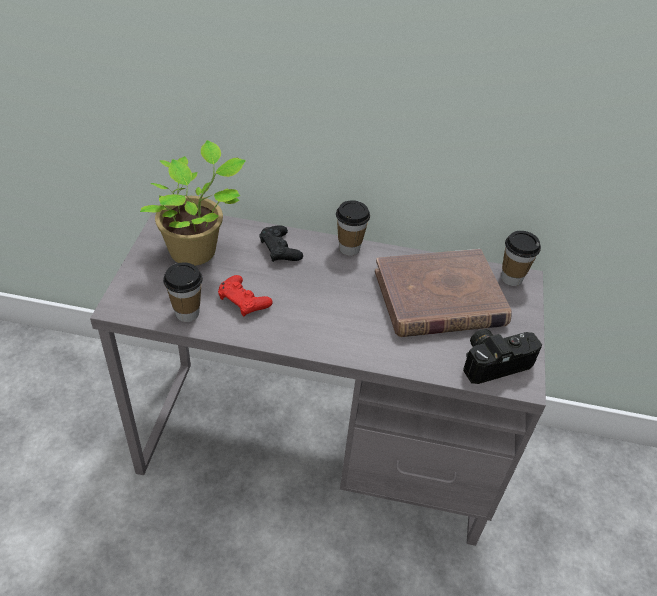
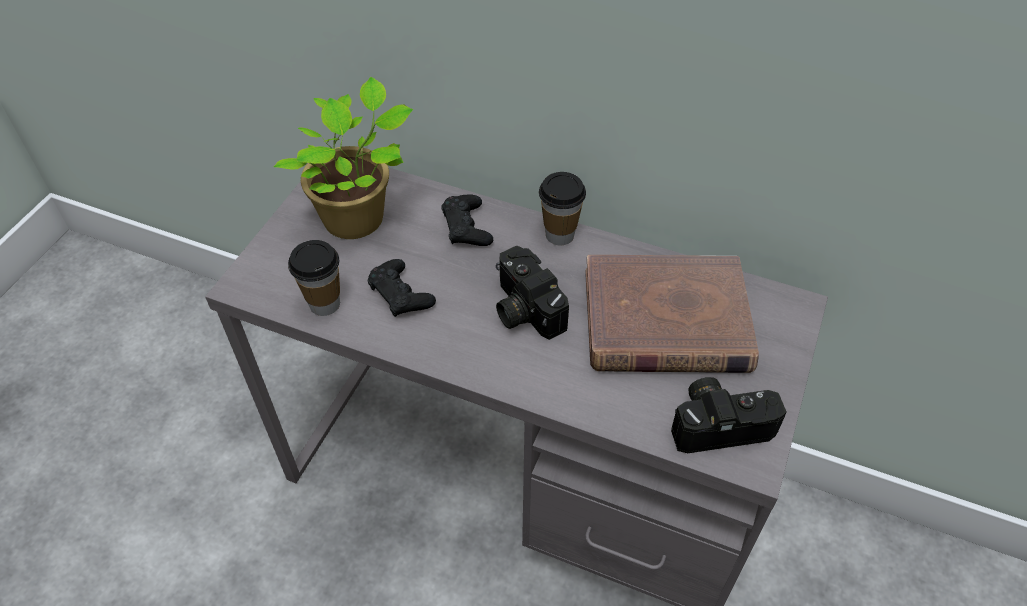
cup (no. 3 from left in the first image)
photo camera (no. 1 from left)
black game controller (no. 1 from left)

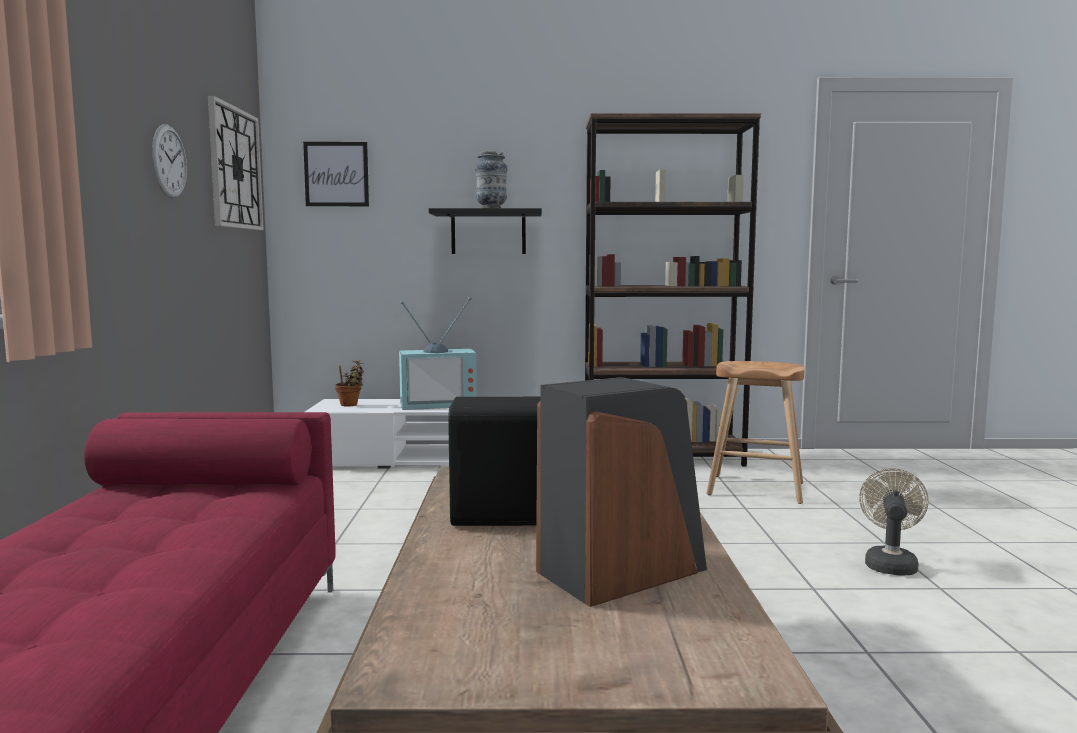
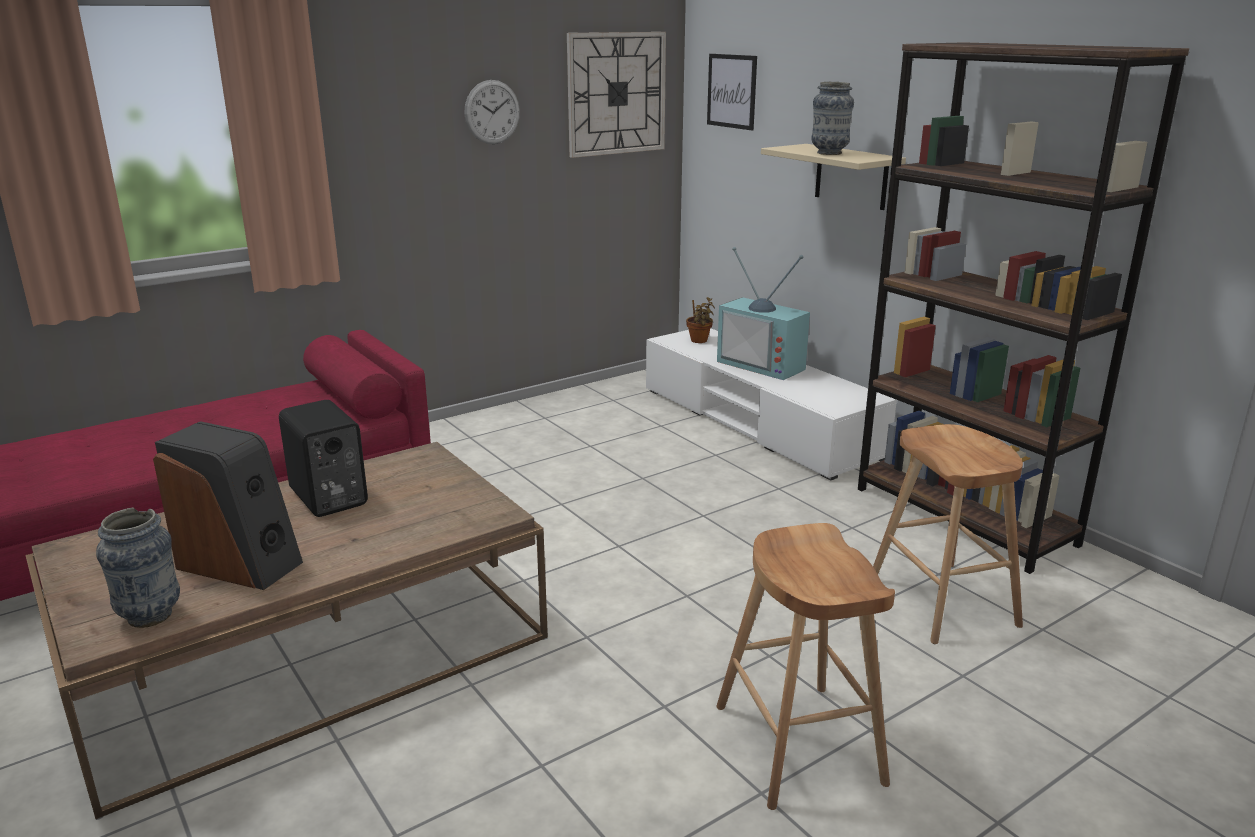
vase (no. 1 from left)
brown stool (no. 1 from left)
beige shelf

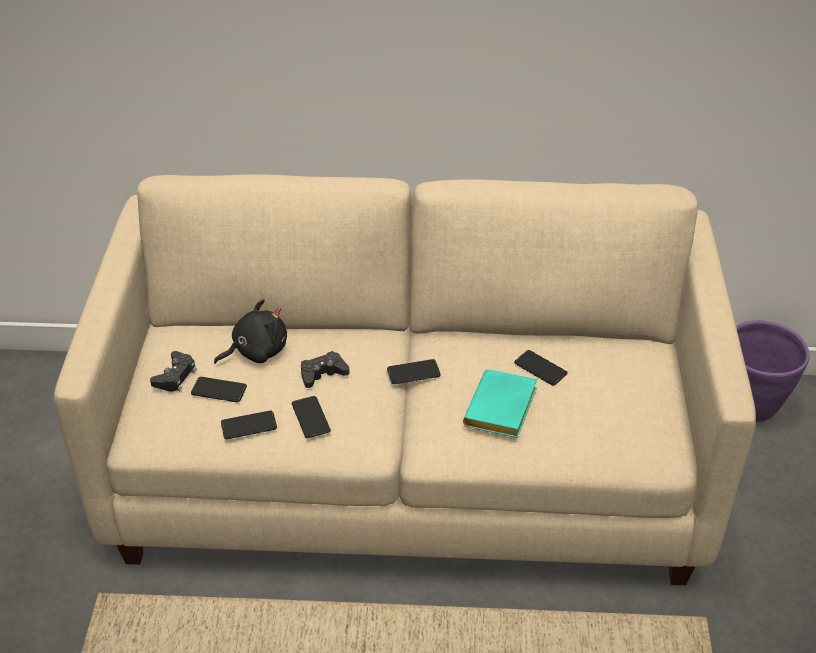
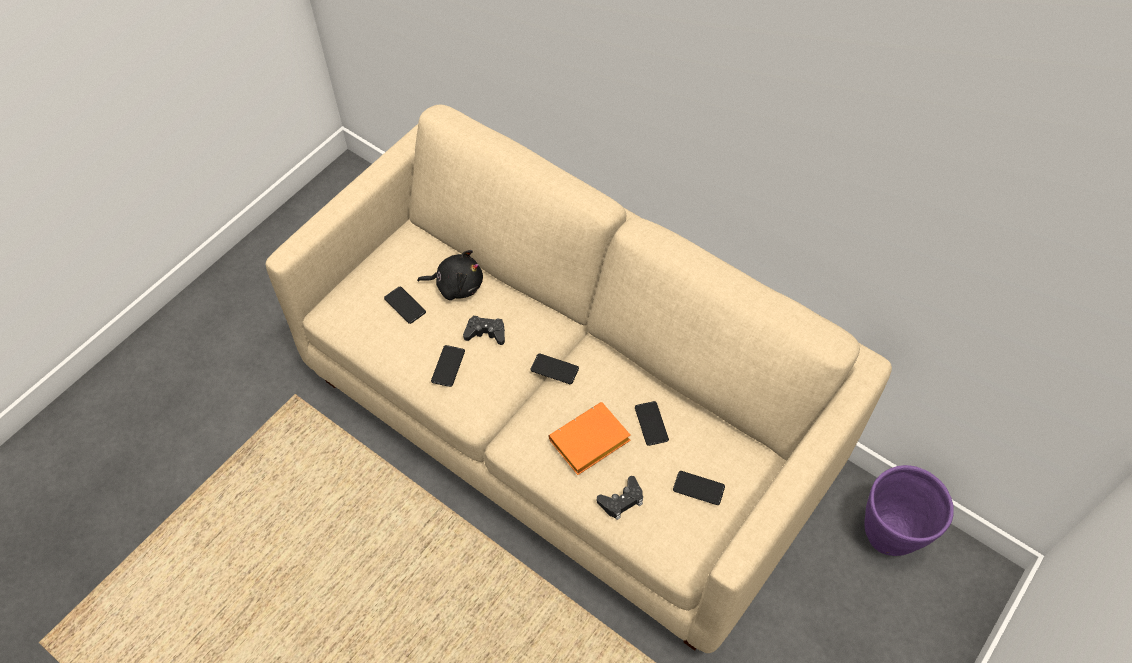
black game controller (no. 2 from left)
phone (no. 5 from left)
orange book

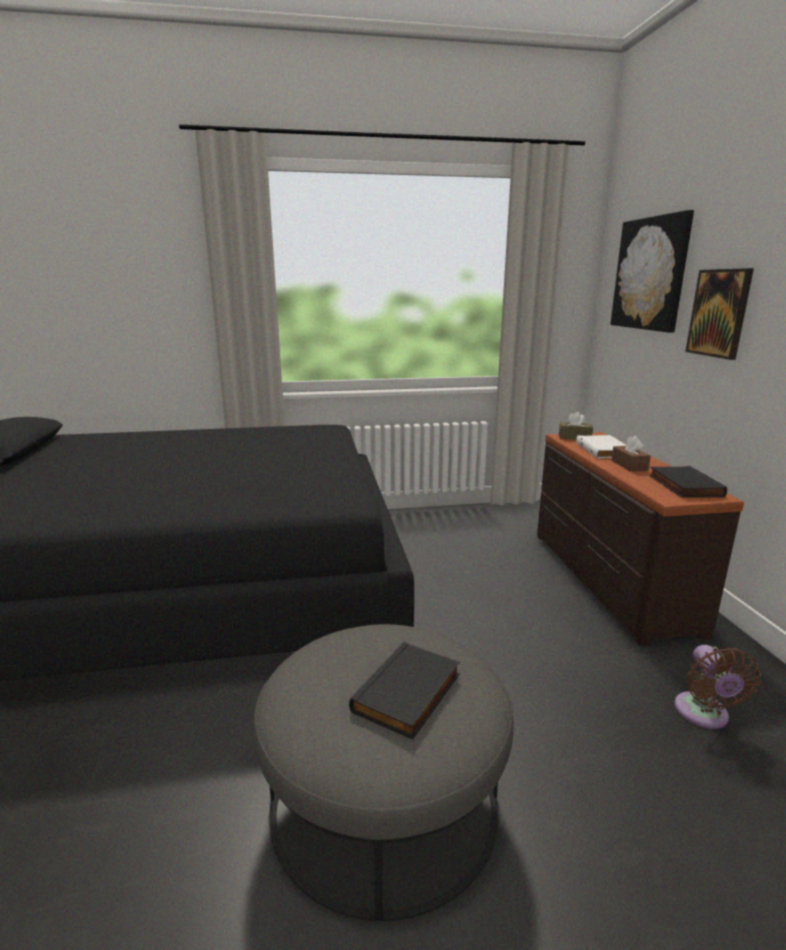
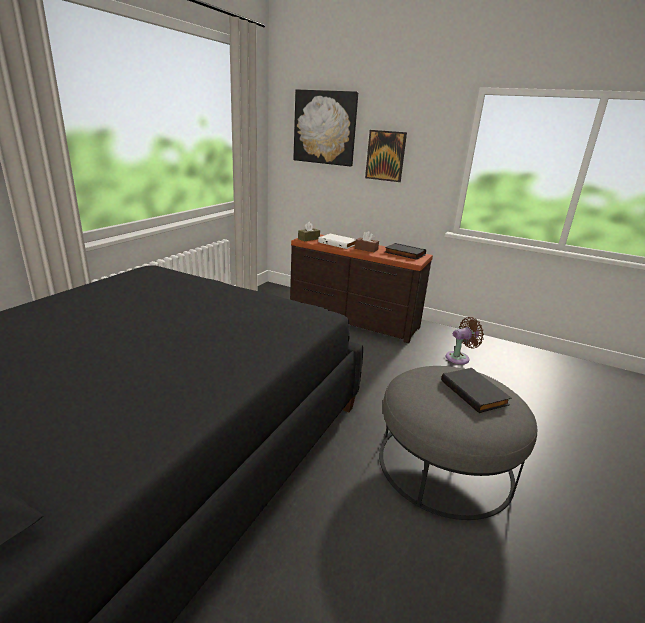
brown fan

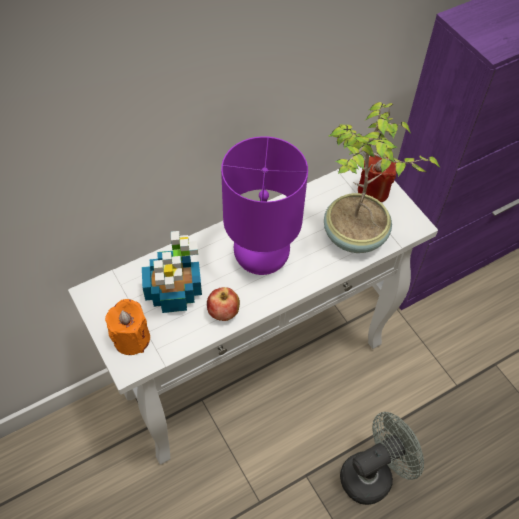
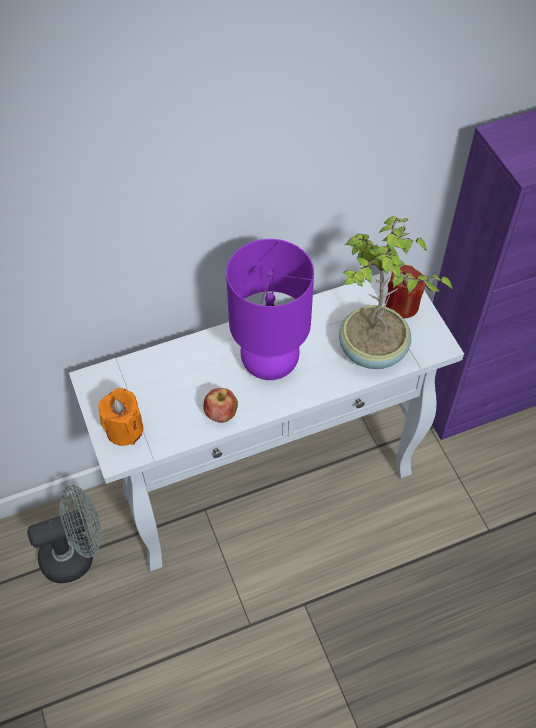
potted plant (no. 1 from left in the first image)
grey fan

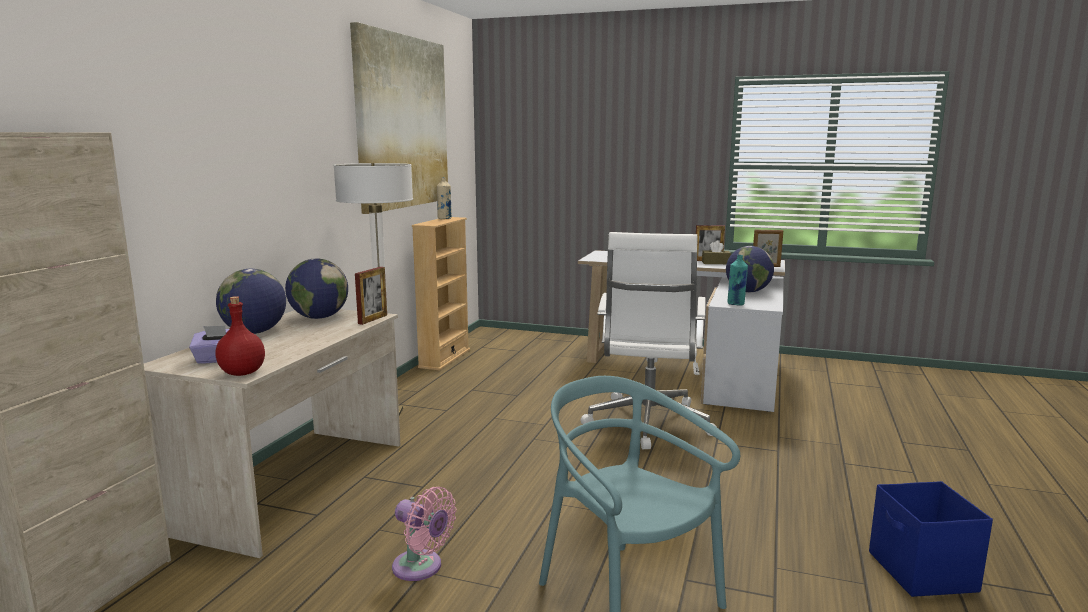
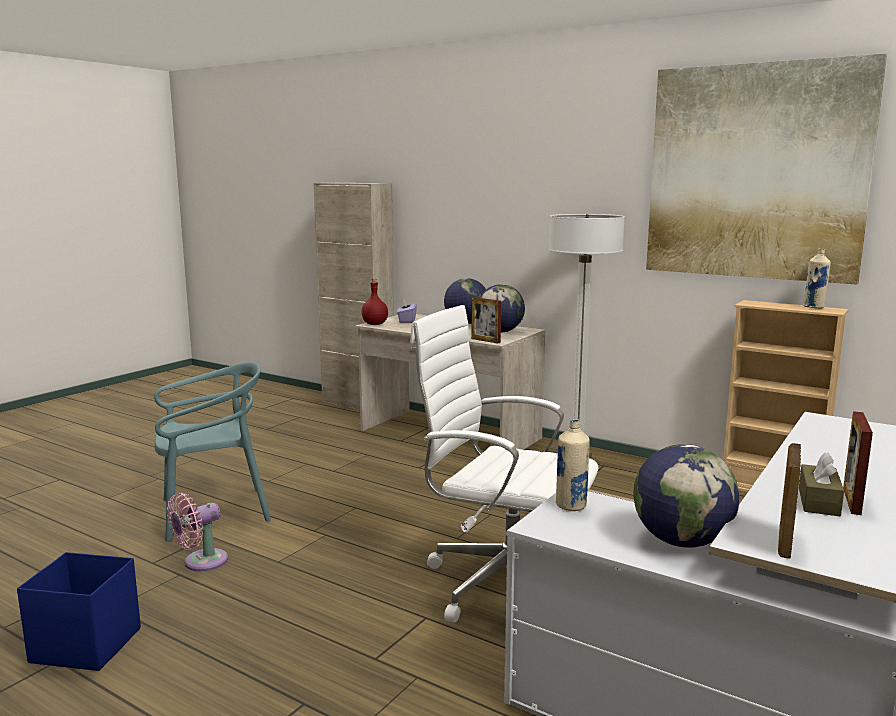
pink fan
beige bottle (no. 1 from left)

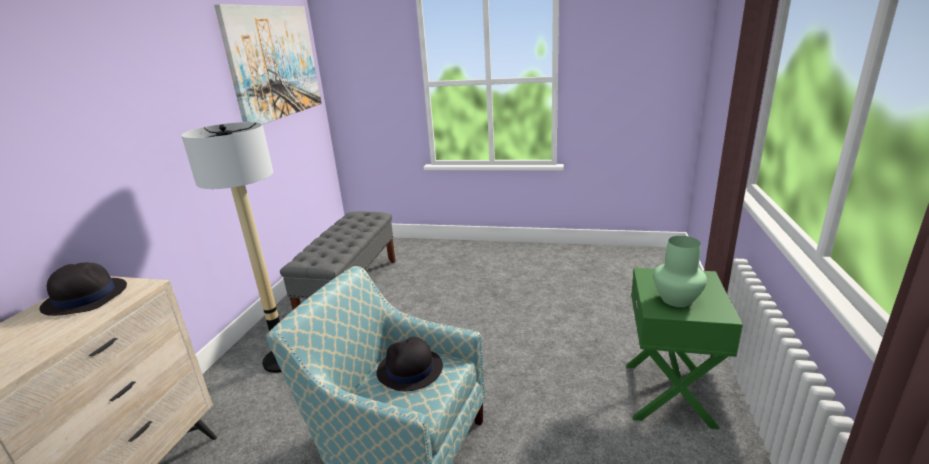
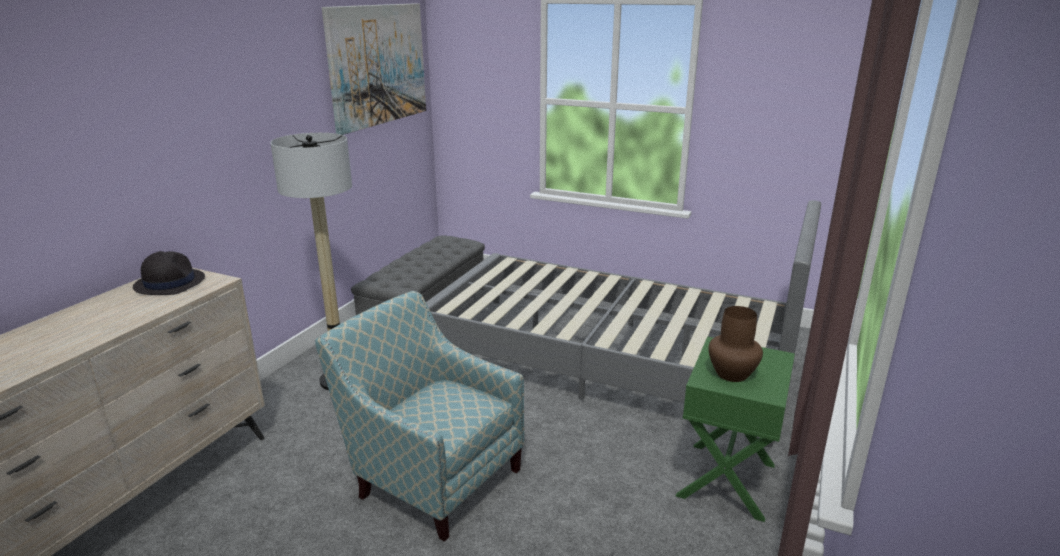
black hat (no. 2 from left in the first image)
grey bed
brown vase

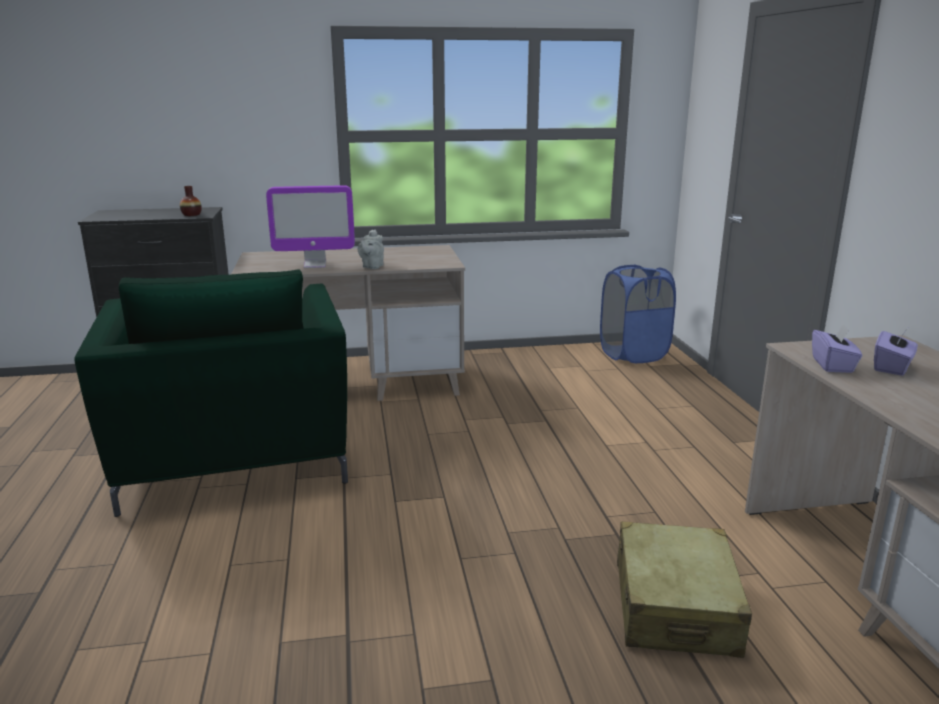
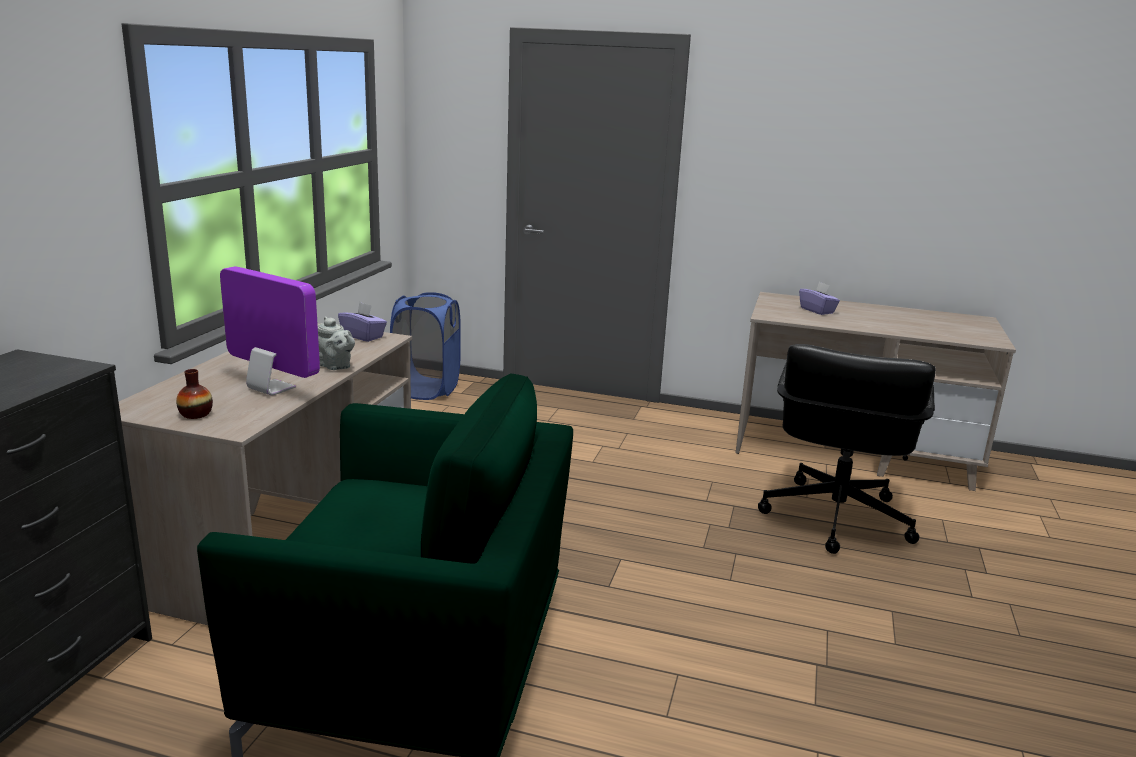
vase
purple tissue box (no. 1 from left)
black office chair
monitor

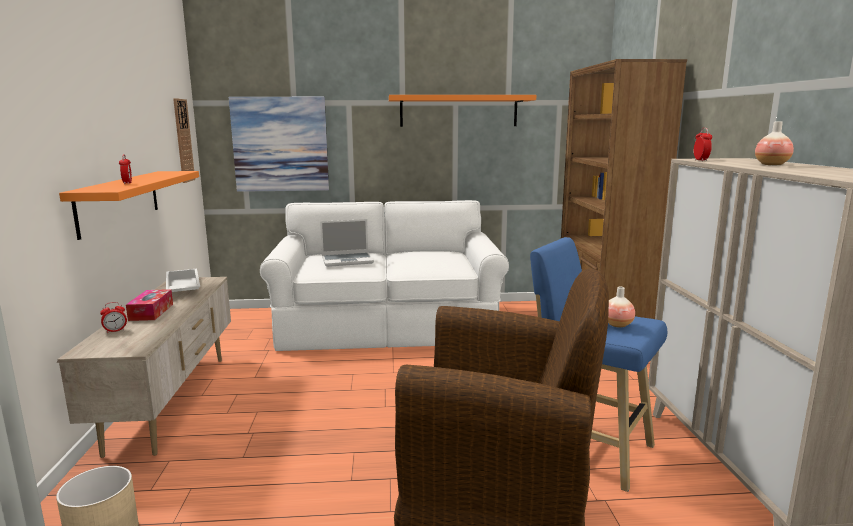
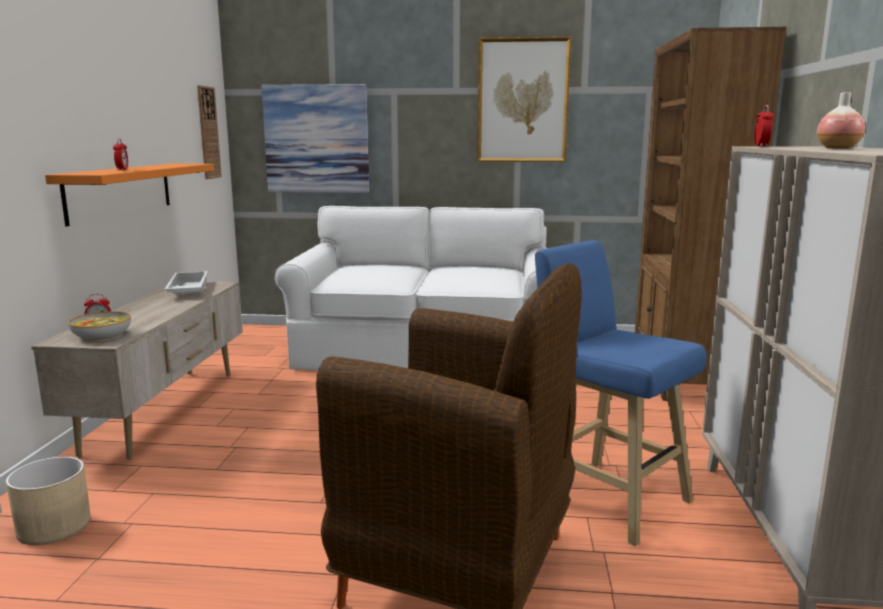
tissue box
laptop
vase (no. 1 from left in the first image)
bowl
picture (no. 2 from left)

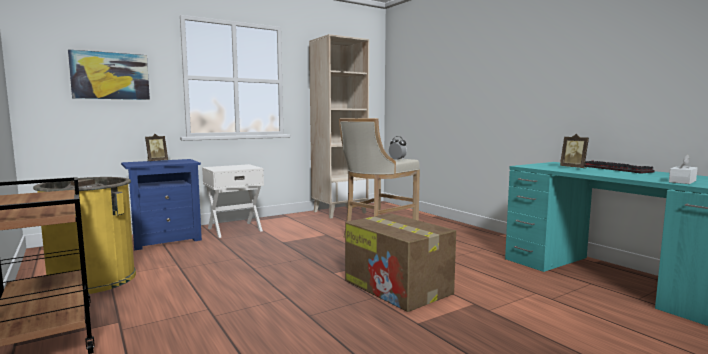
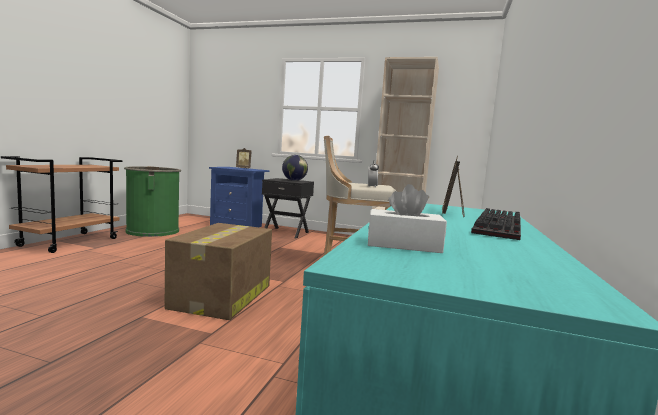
picture
globe
green trash can
black nightstand

